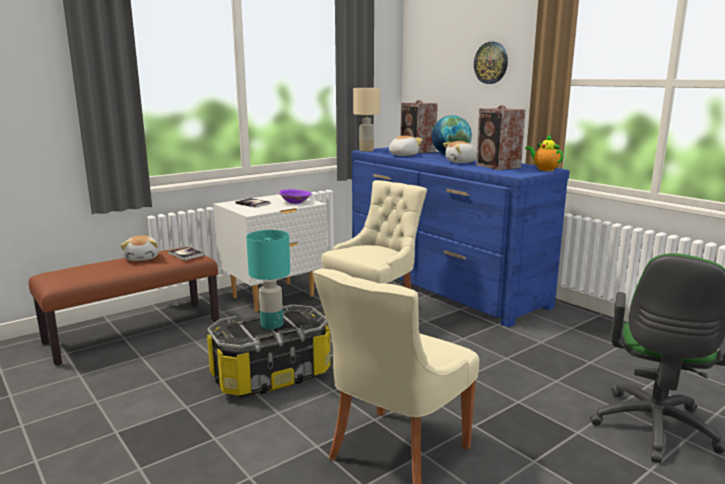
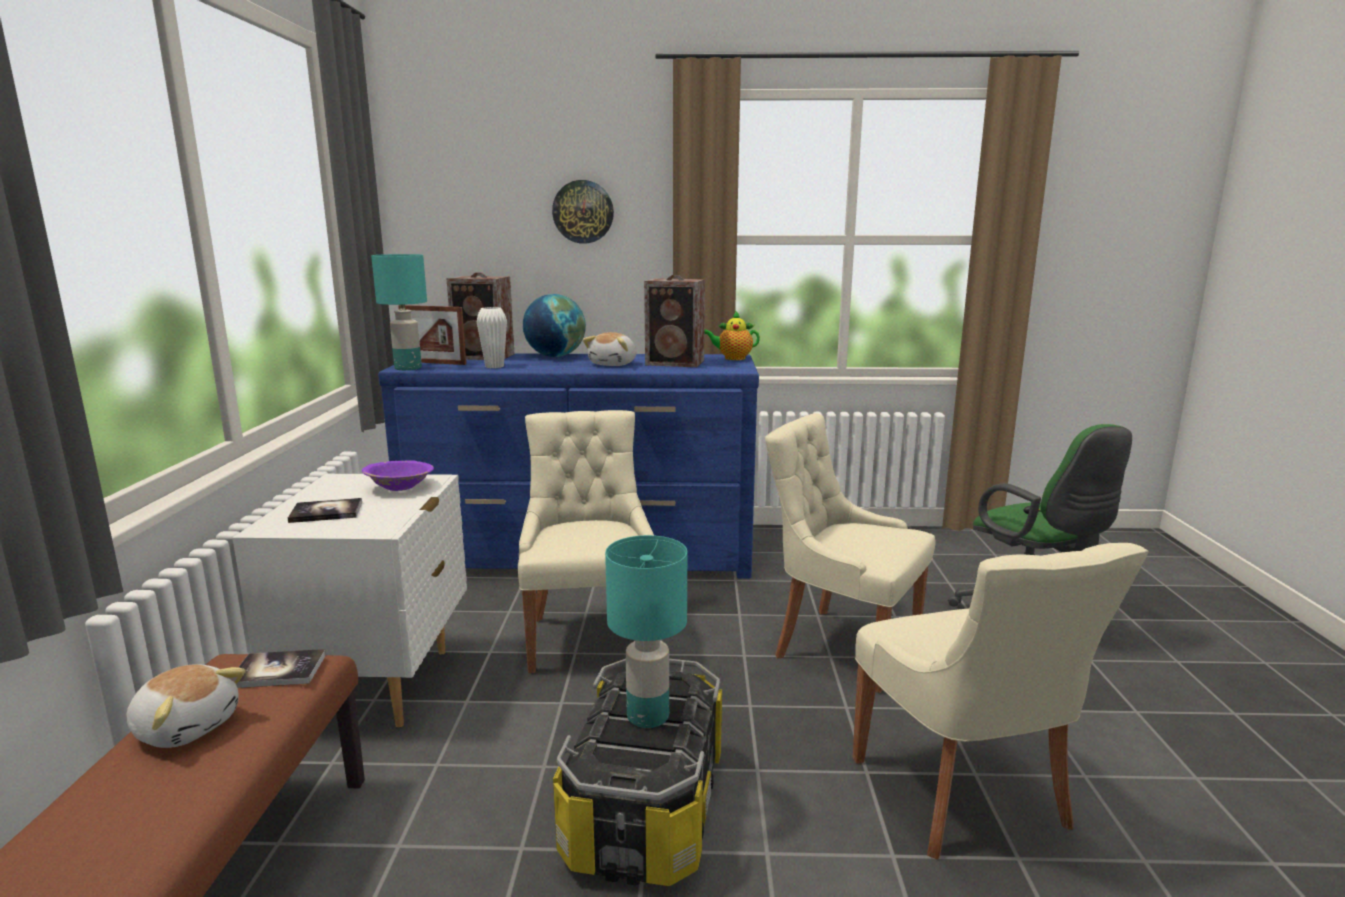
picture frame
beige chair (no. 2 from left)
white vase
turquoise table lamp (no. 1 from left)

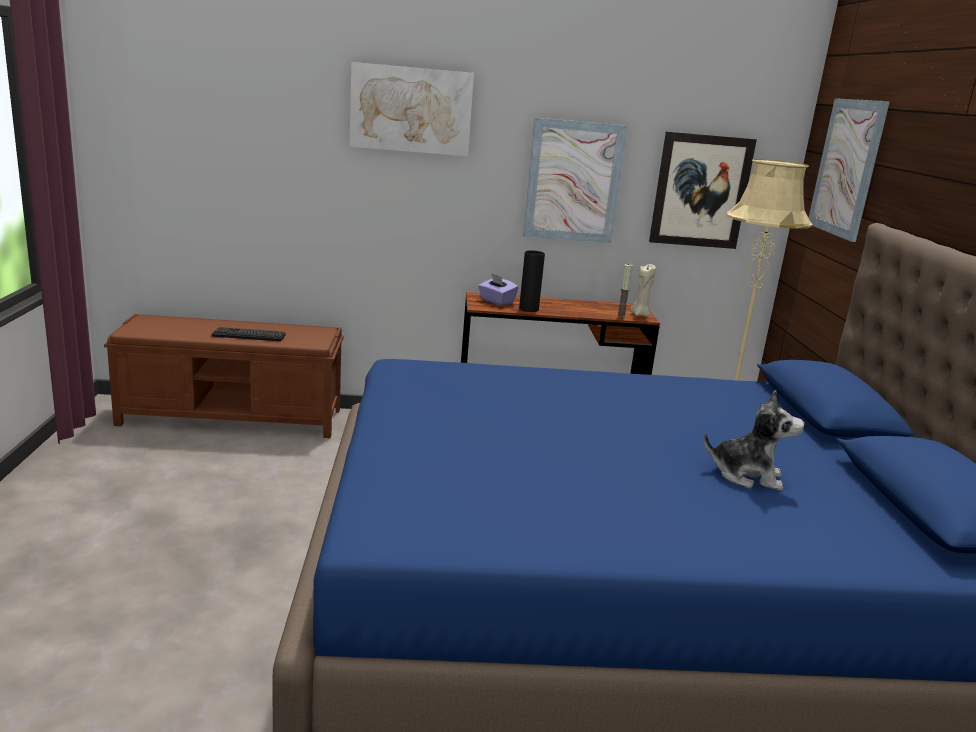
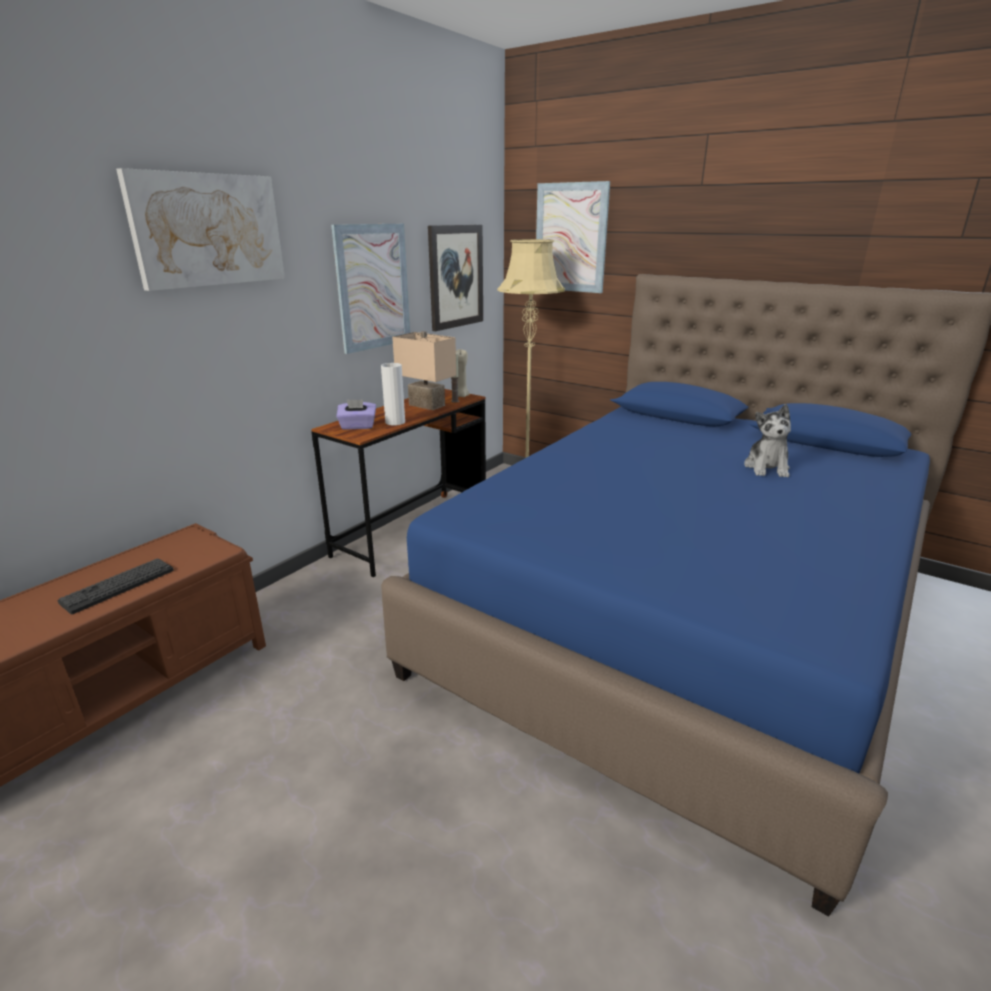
beige table lamp
white vase
plush toy

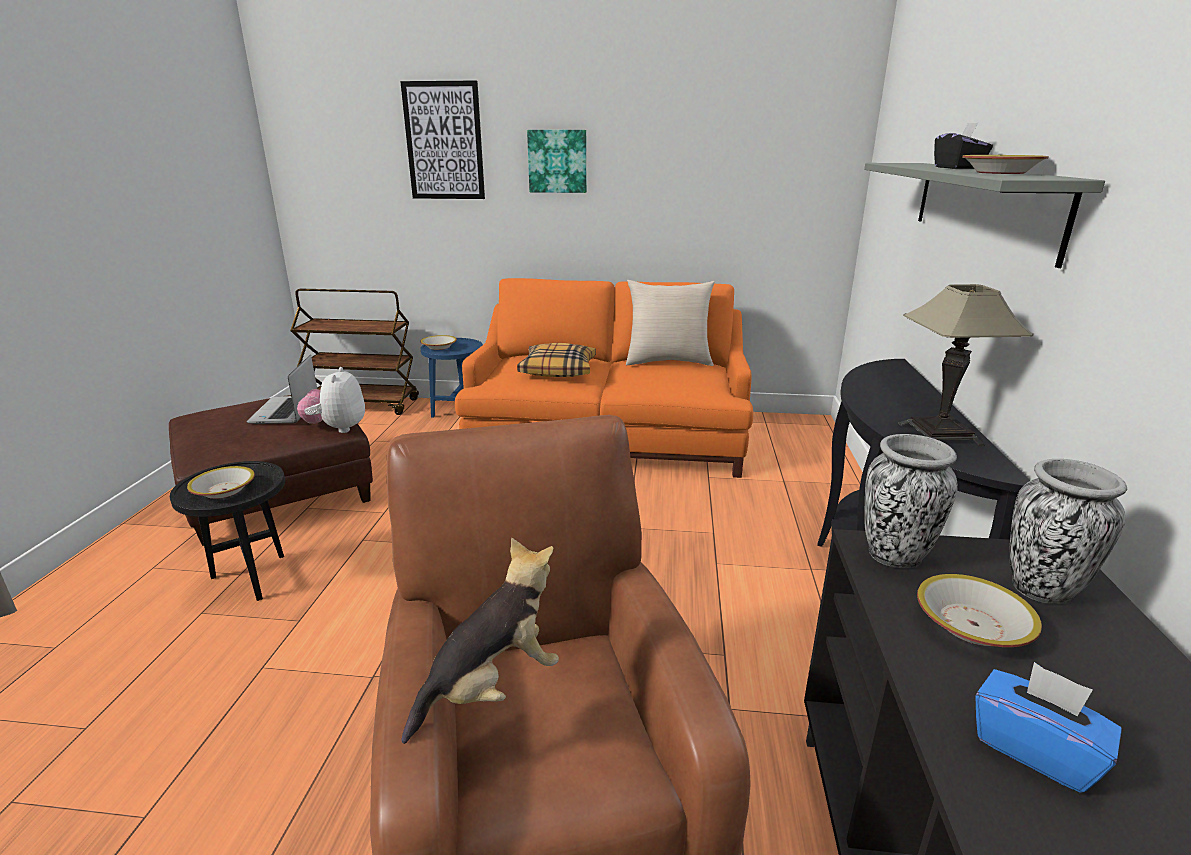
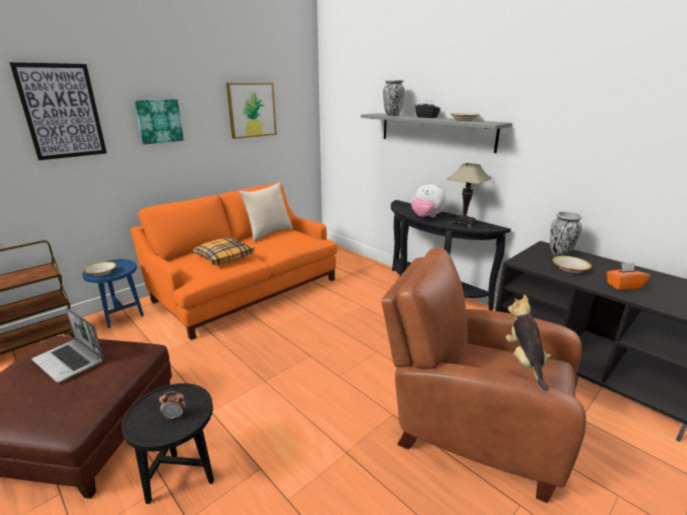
picture (no. 3 from left)
plush toy (no. 1 from left)
vase (no. 1 from left)
alarm clock
orange tissue box

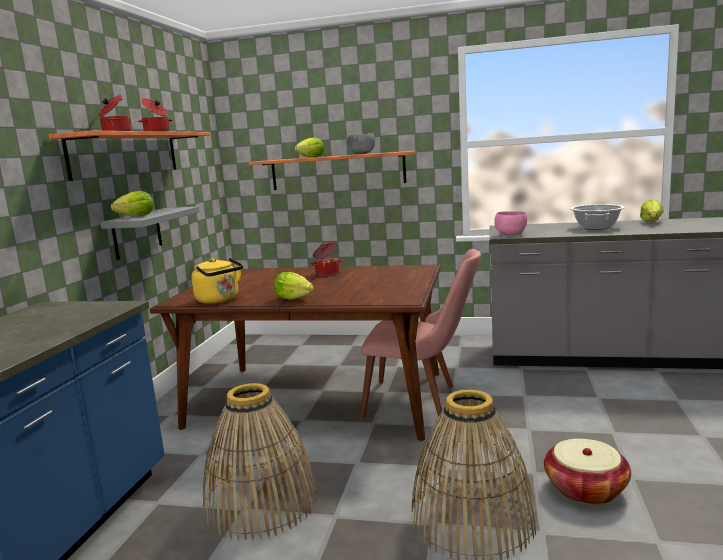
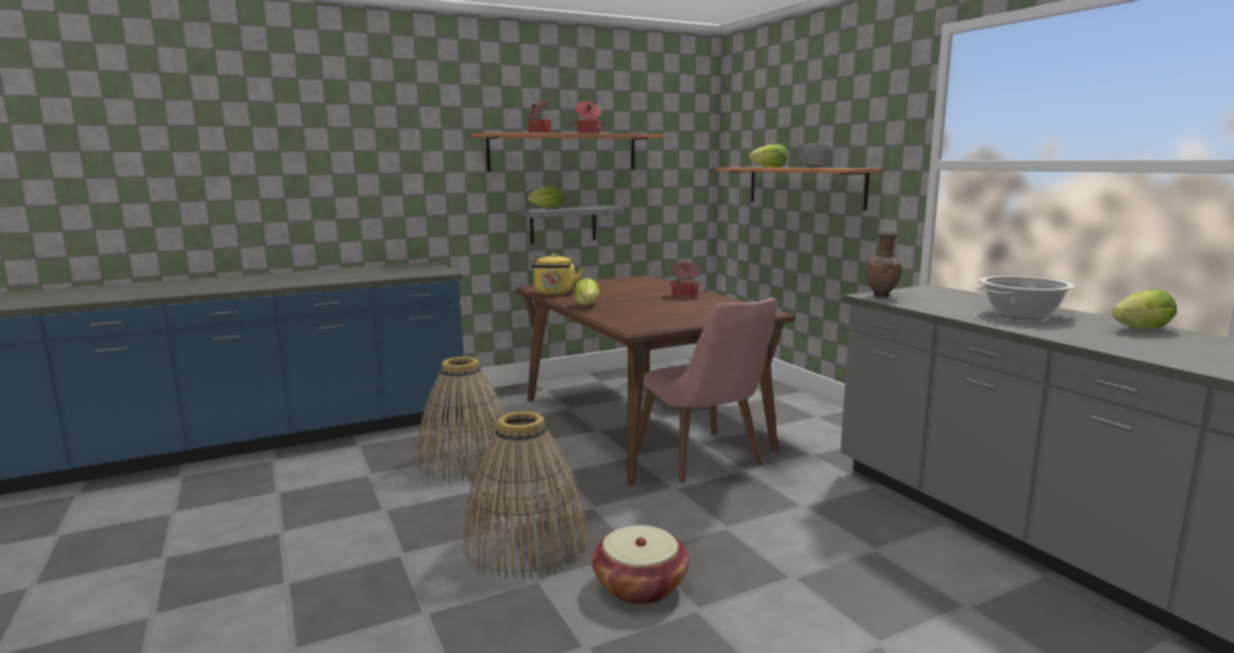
brown vase

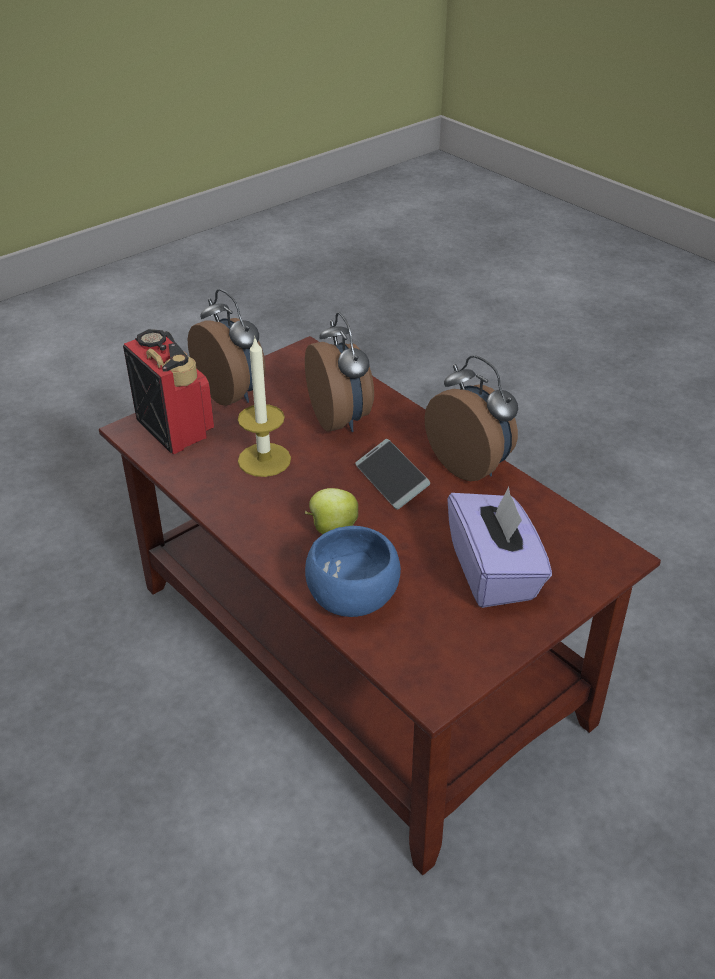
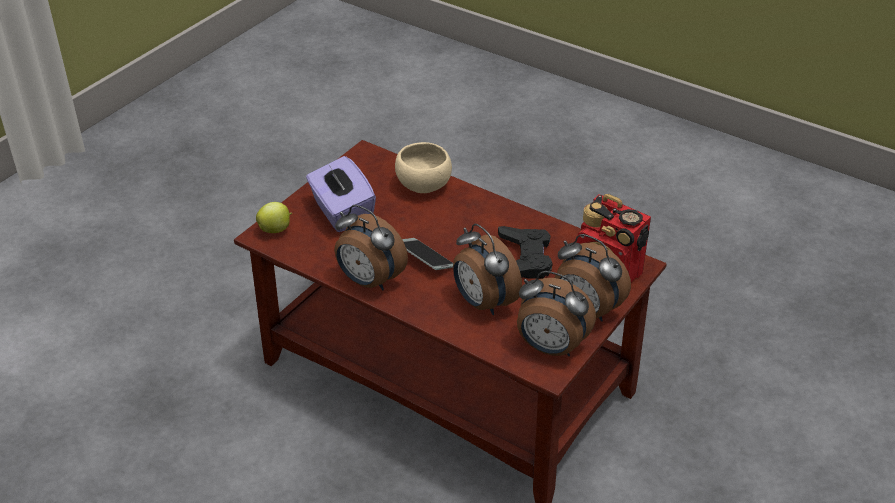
alarm clock (no. 3 from left)
apple
black game controller
beige bowl

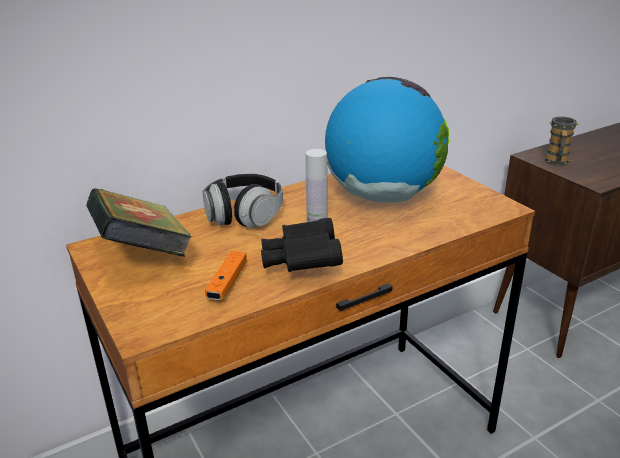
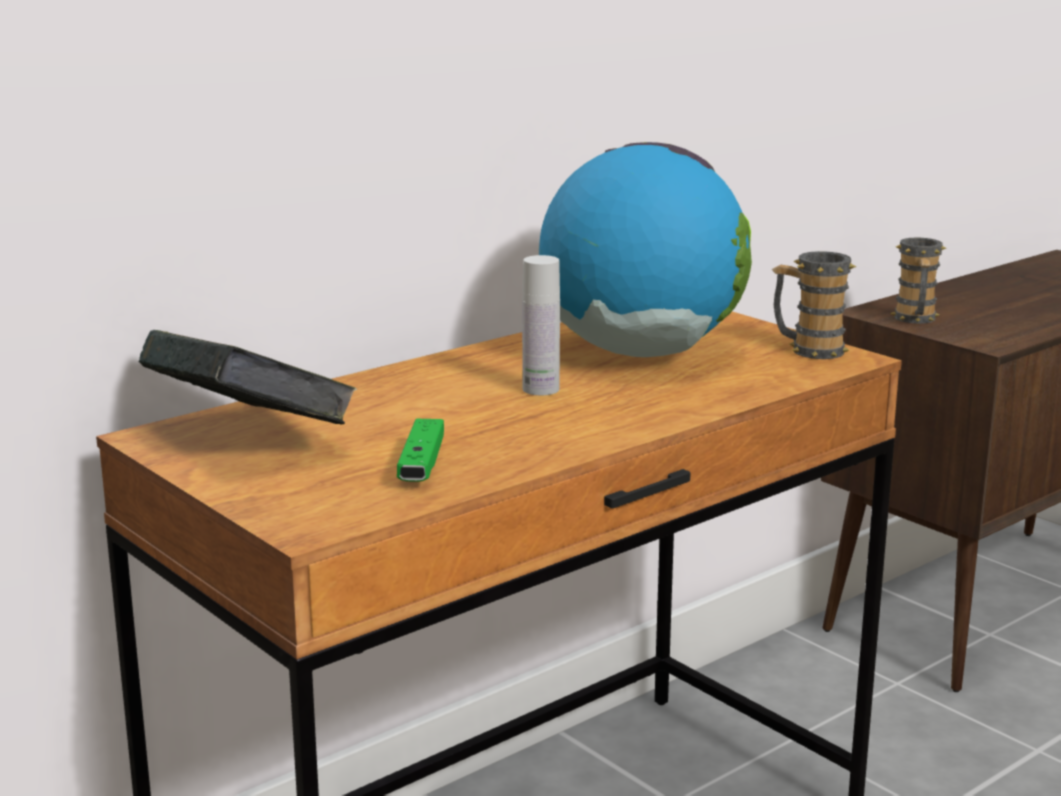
headphones
black binoculars
mug (no. 1 from left)
green game controller

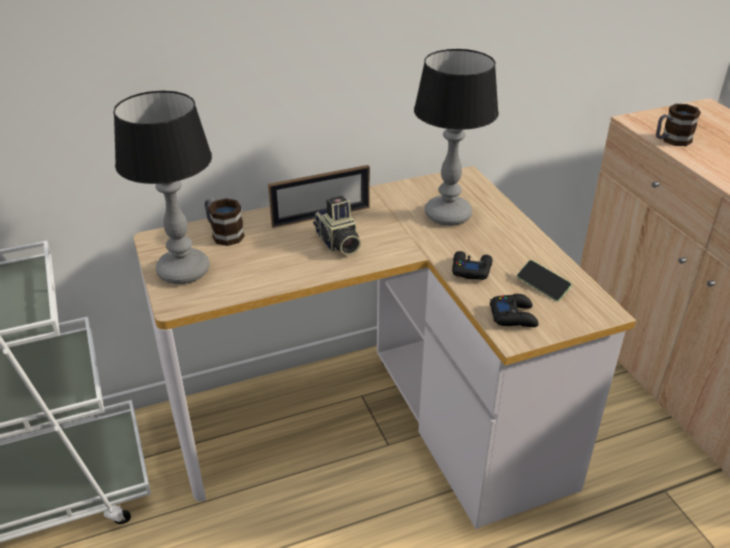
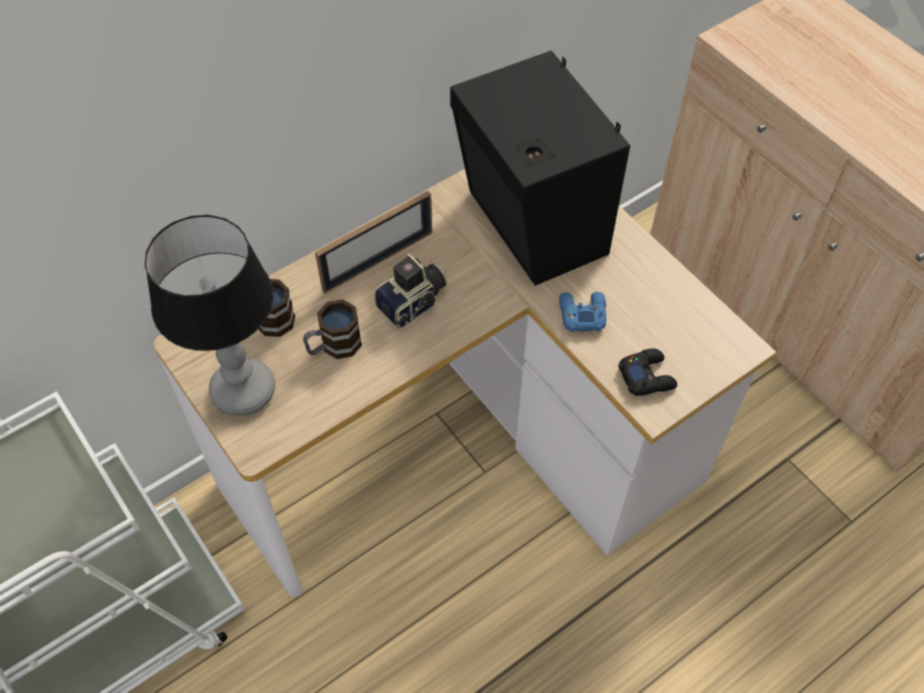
phone
mug (no. 2 from left)
black speaker
blue game controller
photo camera

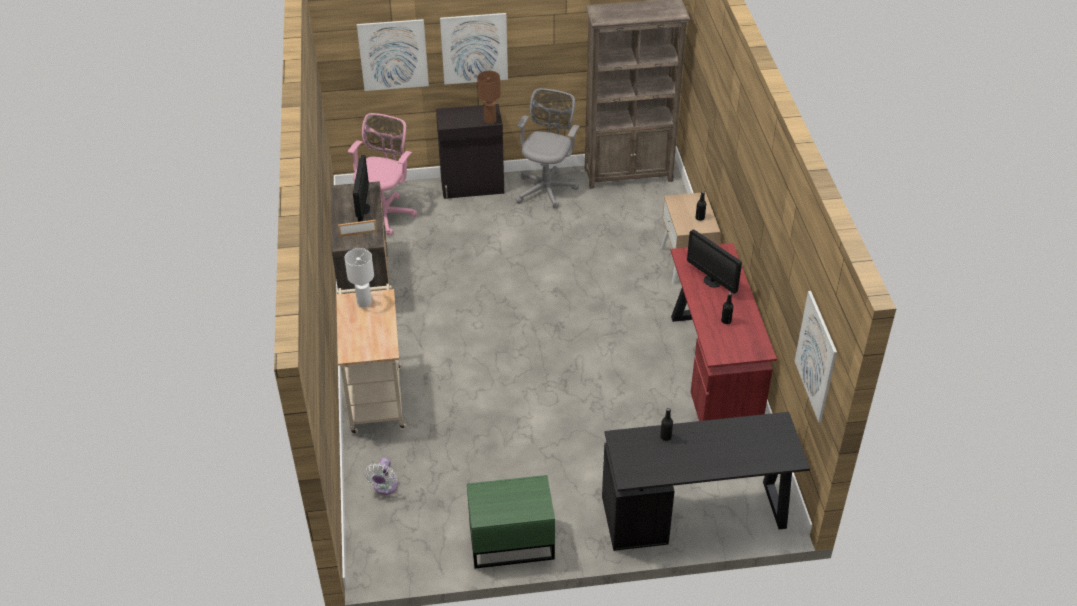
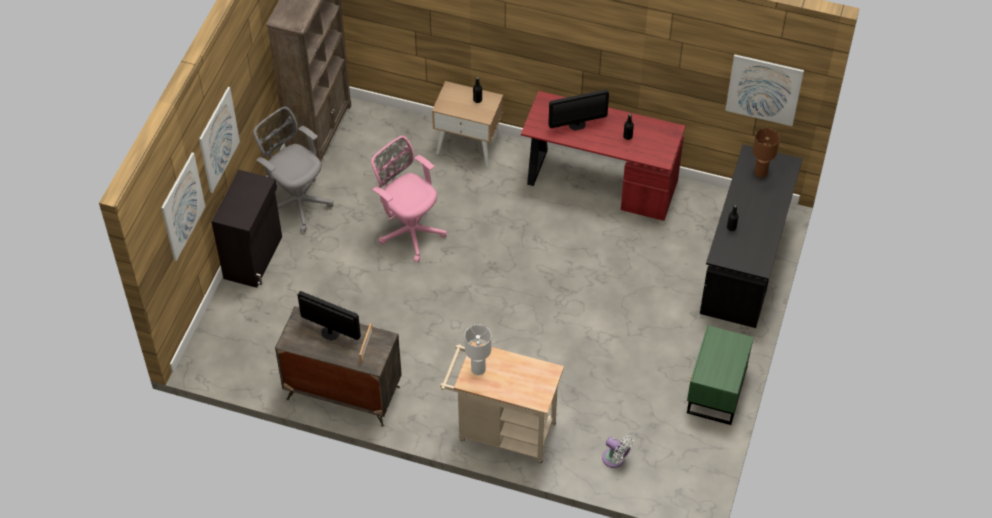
pink office chair
brown table lamp

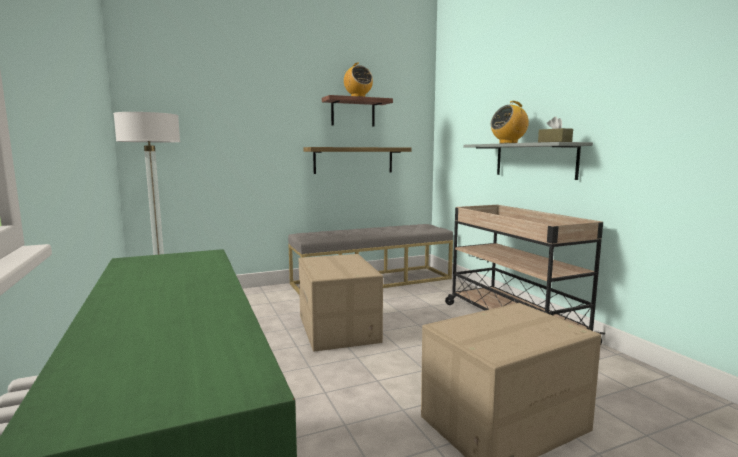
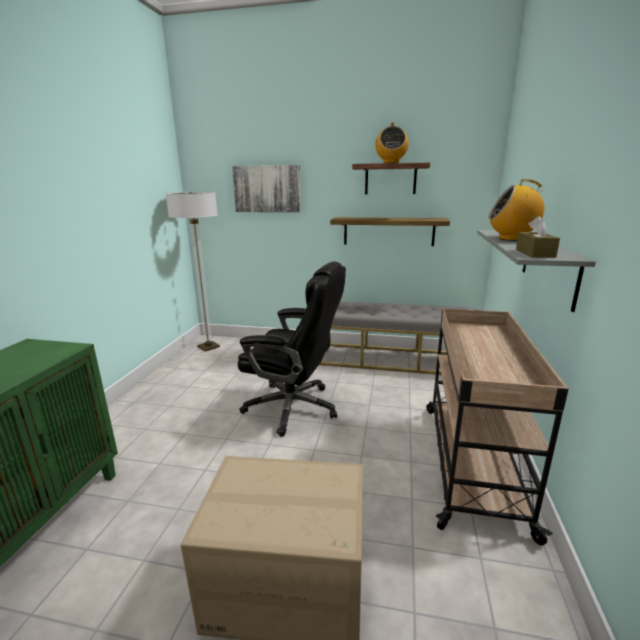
picture
black office chair

